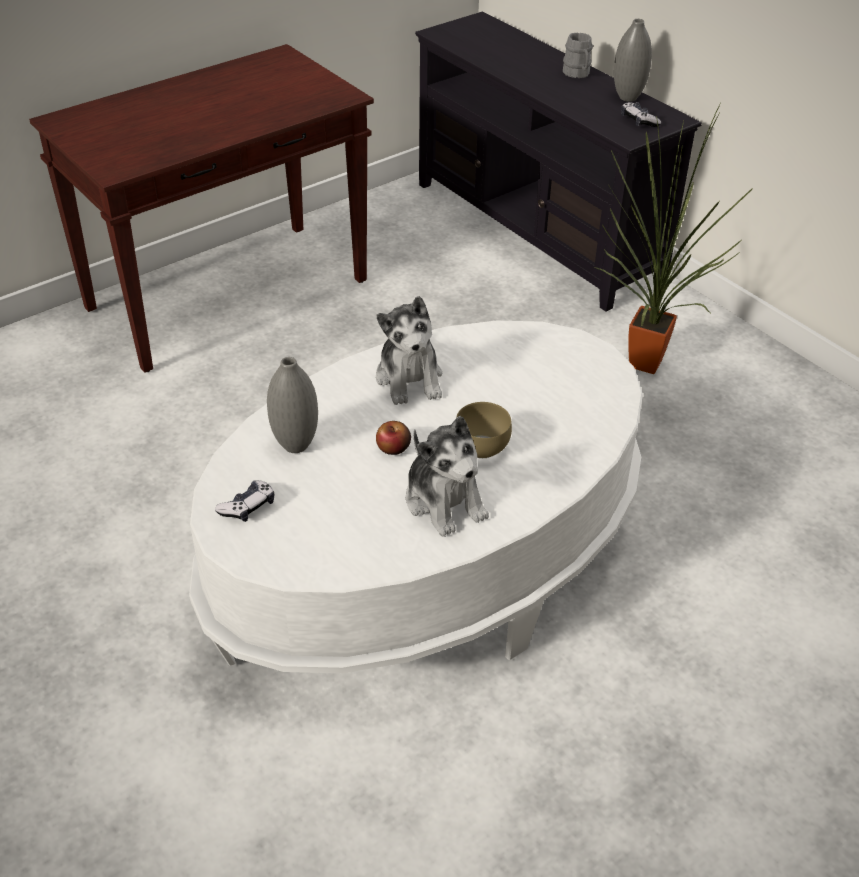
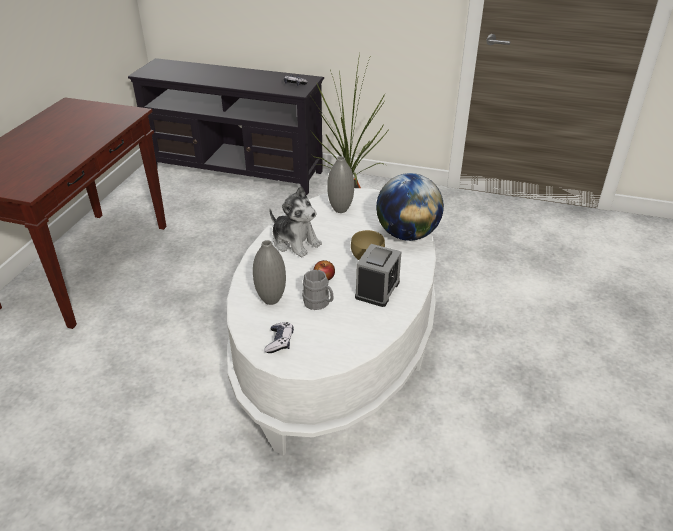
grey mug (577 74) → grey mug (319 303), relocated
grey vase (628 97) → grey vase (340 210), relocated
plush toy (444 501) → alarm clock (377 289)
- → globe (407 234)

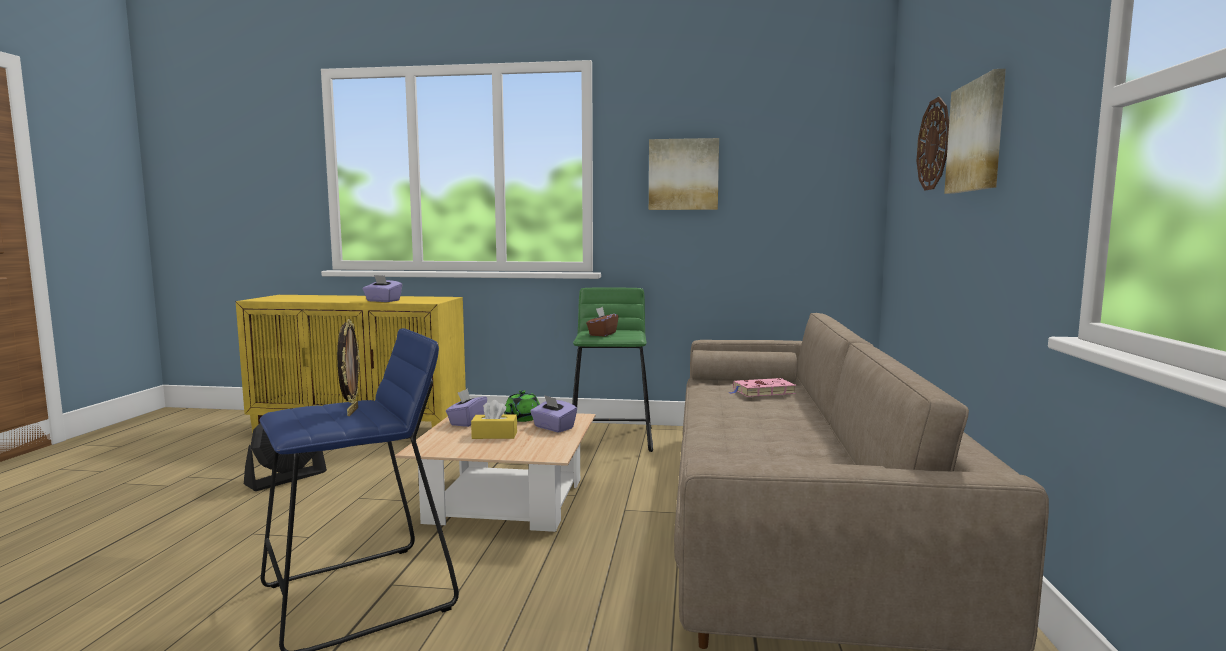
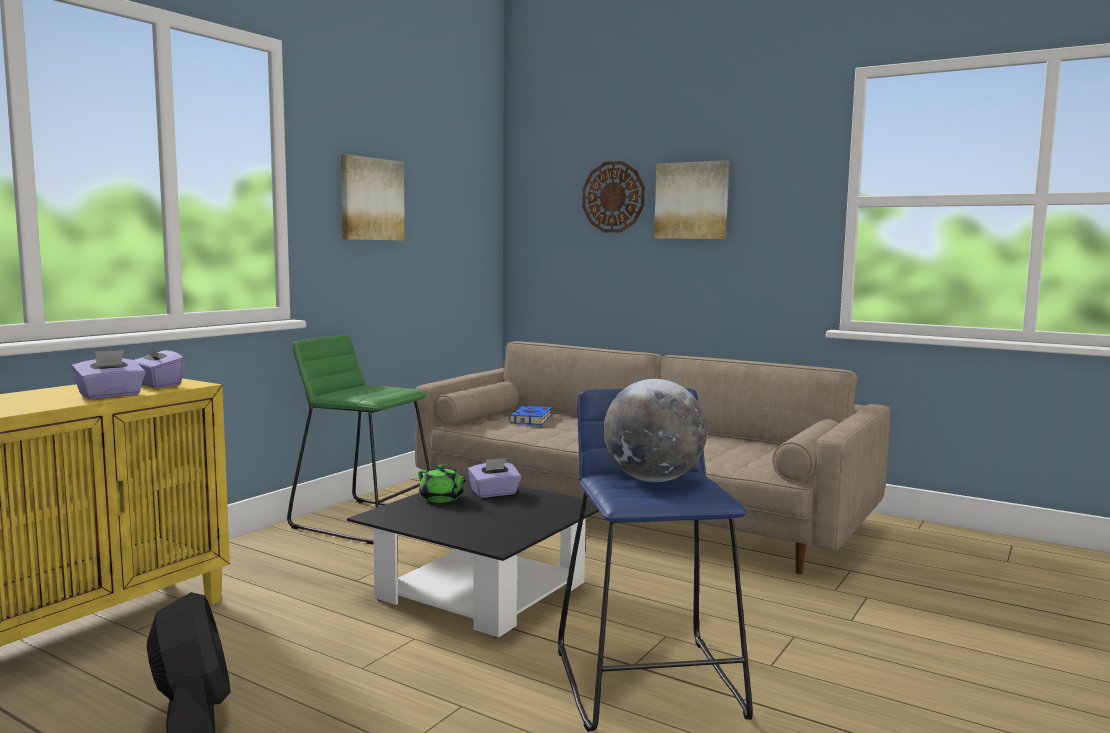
purple tissue box (467 422) → purple tissue box (157 385), relocated
beige coffee table (506 501) → black coffee table (482 591)
pink book (762 391) → blue book (531 419)
picture frame (351 411) → globe (653 480)
yellow tissue box (494 435) → -
brown tissue box (602 334) → -

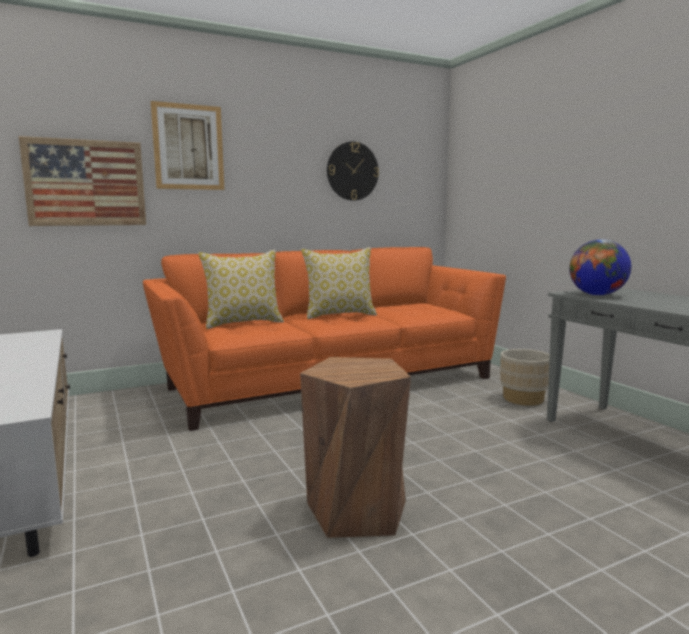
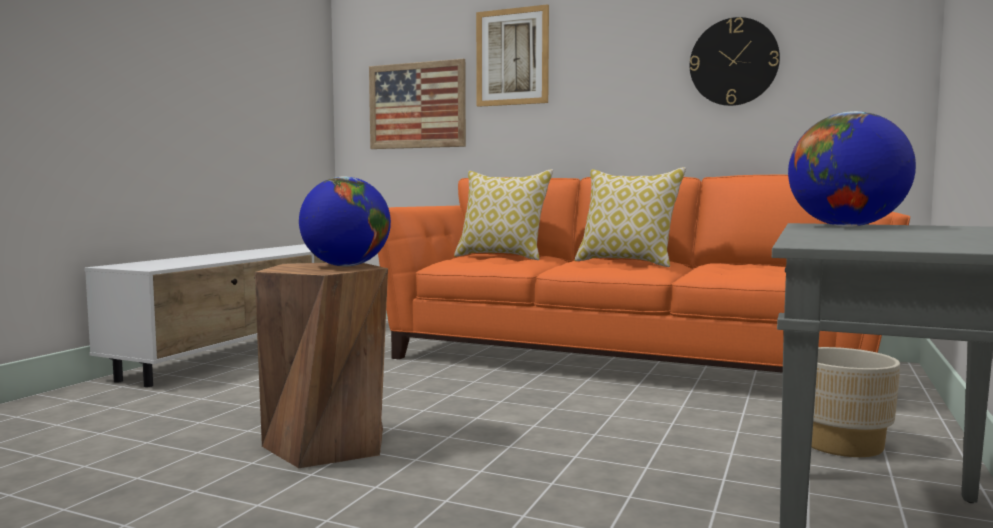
- → globe (346 266)

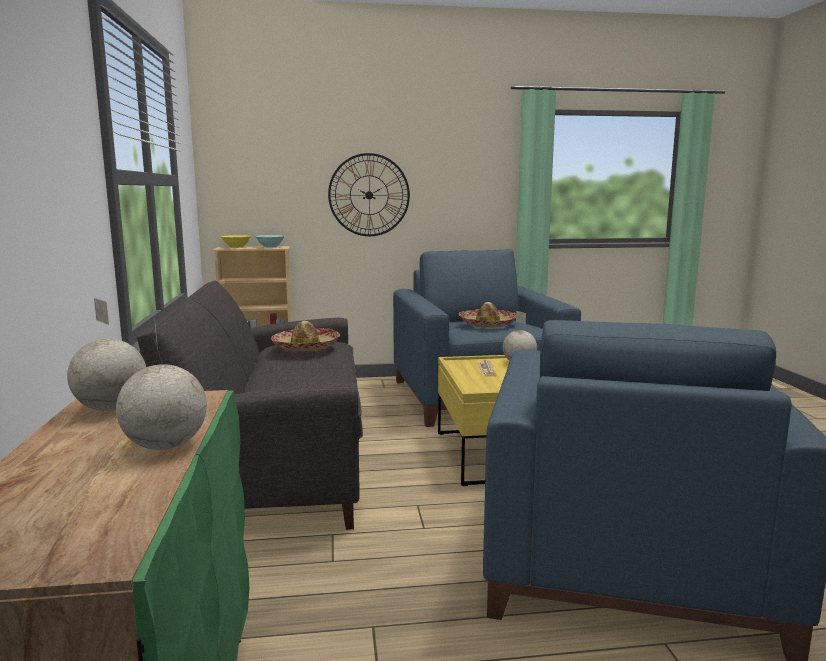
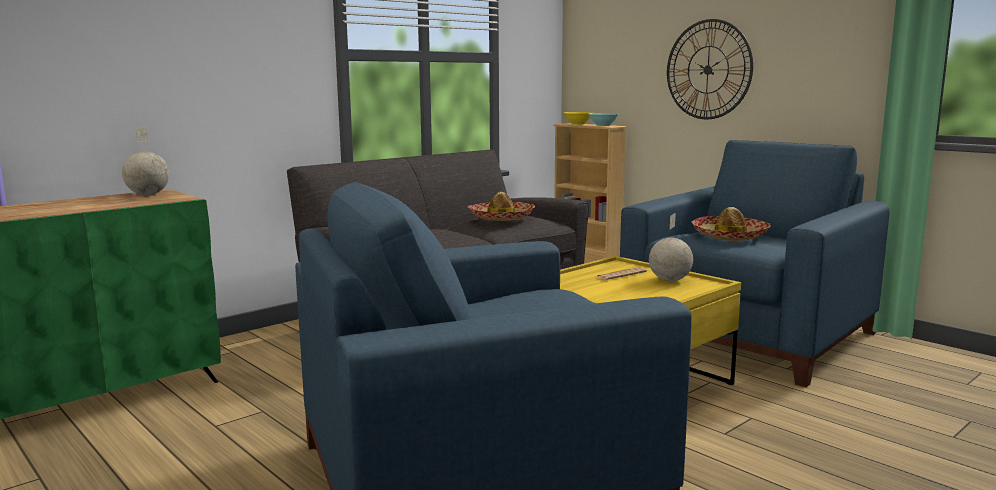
globe (165 447) → -

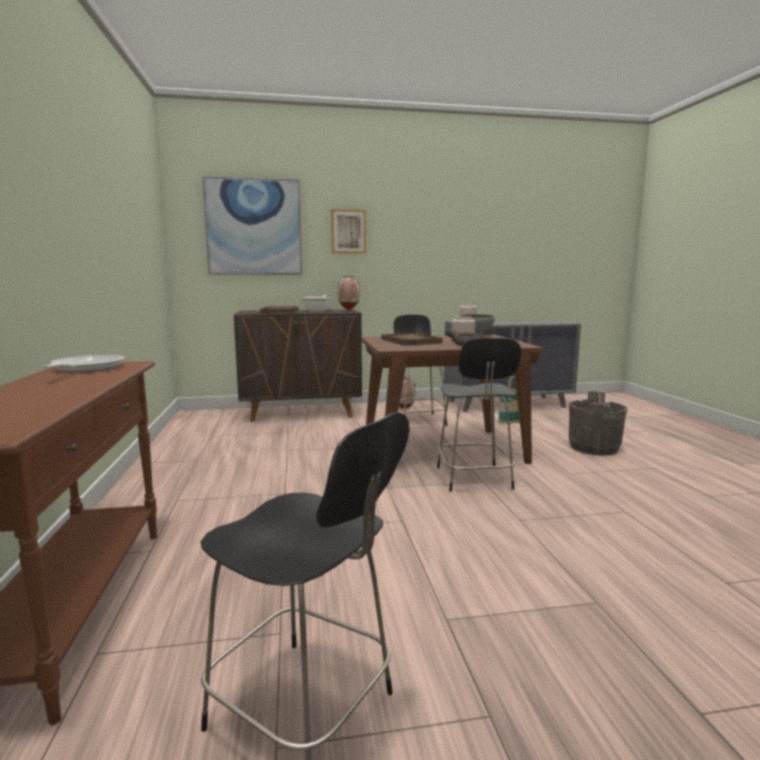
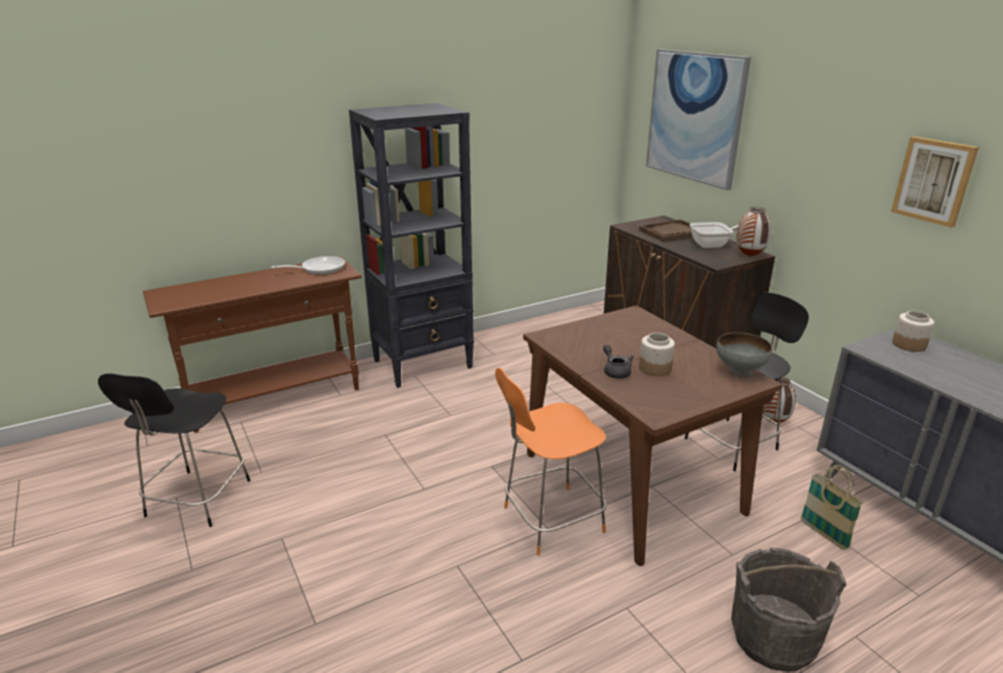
- → black bookcase (424 364)
black chair (474 479) → orange chair (549 520)
picture (348 231) → picture (934 181), relocated
brown tray (411 341) → -

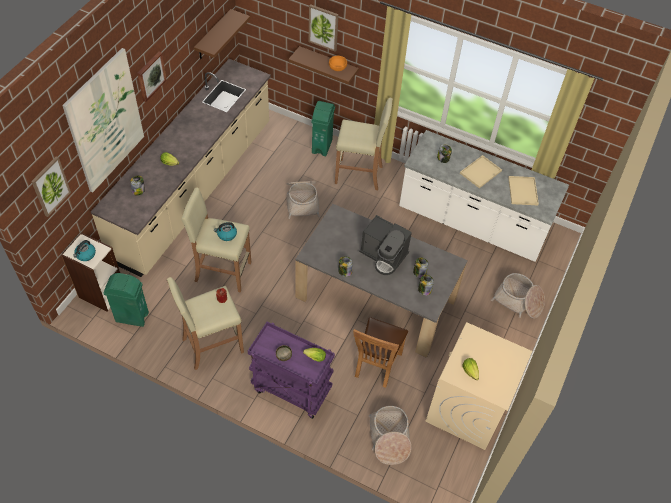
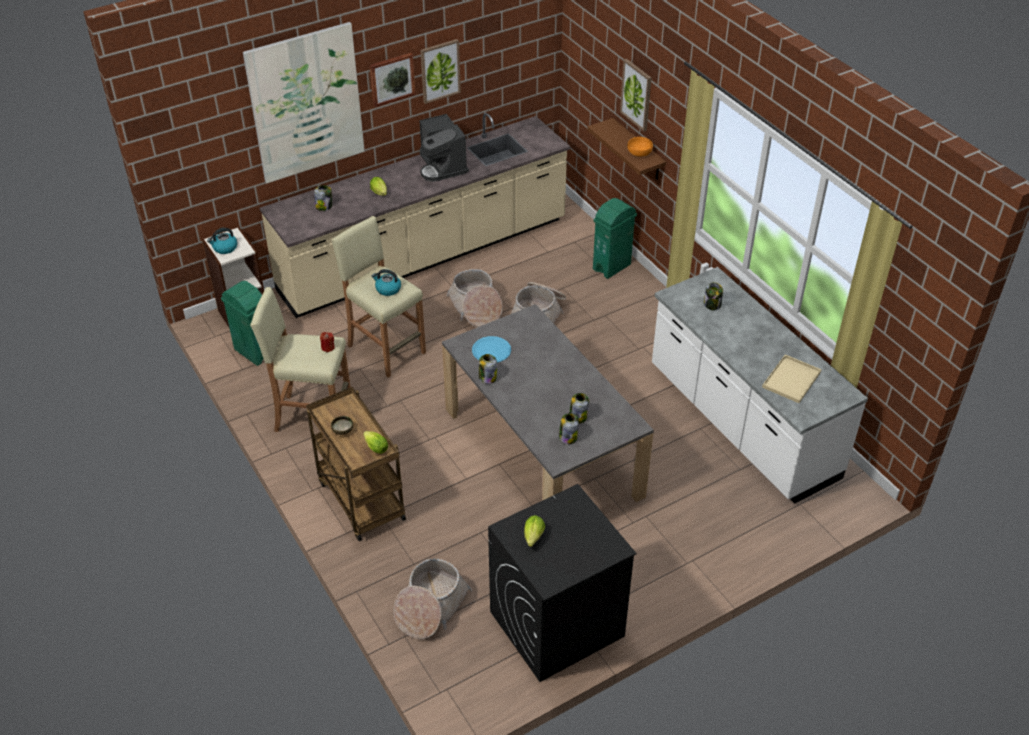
purple cart (290 389) → brown cart (360 500)
coffee machine (384 255) → coffee machine (442 166), relocated
picture (50 186) → picture (440 70), relocated
basket (518 301) → basket (476 307), relocated
- → blue plate (491 350)
beige washing machine (467 408) → black washing machine (556 624)
brown shelf (213 35) → -
beige stool (359 175) → -
brown chair (376 366) → -
beige tray (480 173) → -

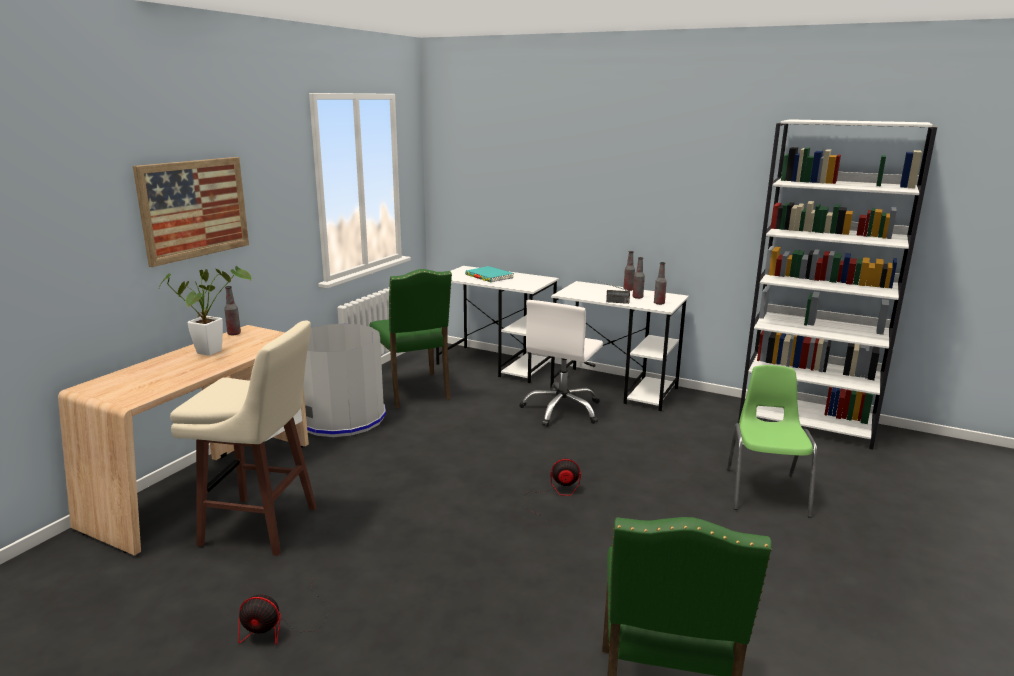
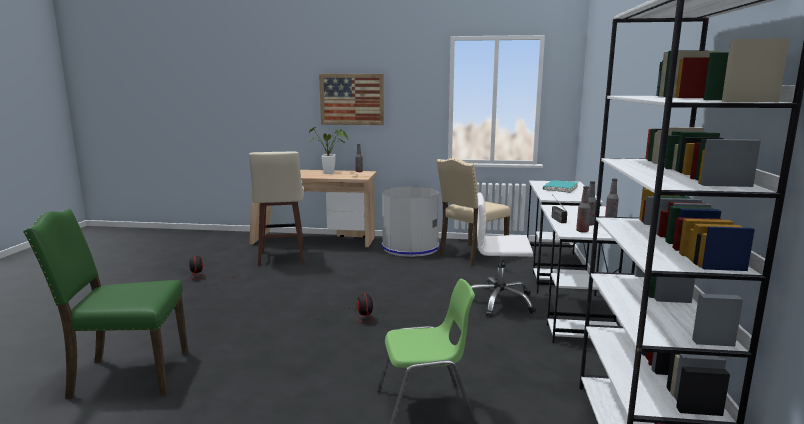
green chair (413 391) → beige chair (470 255)

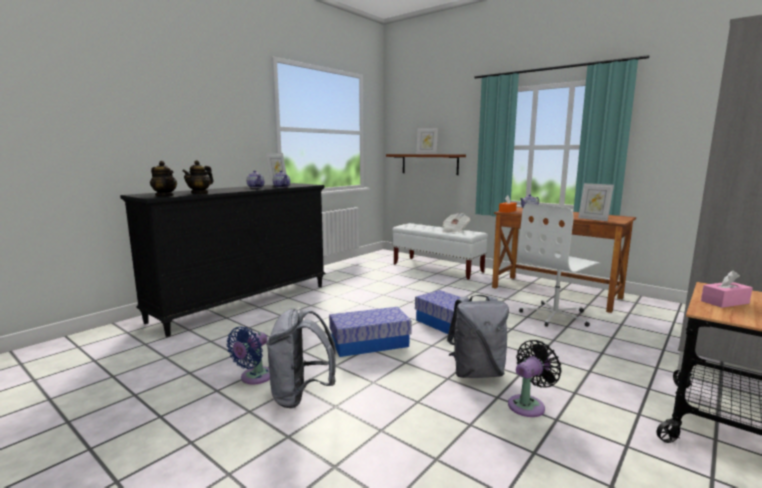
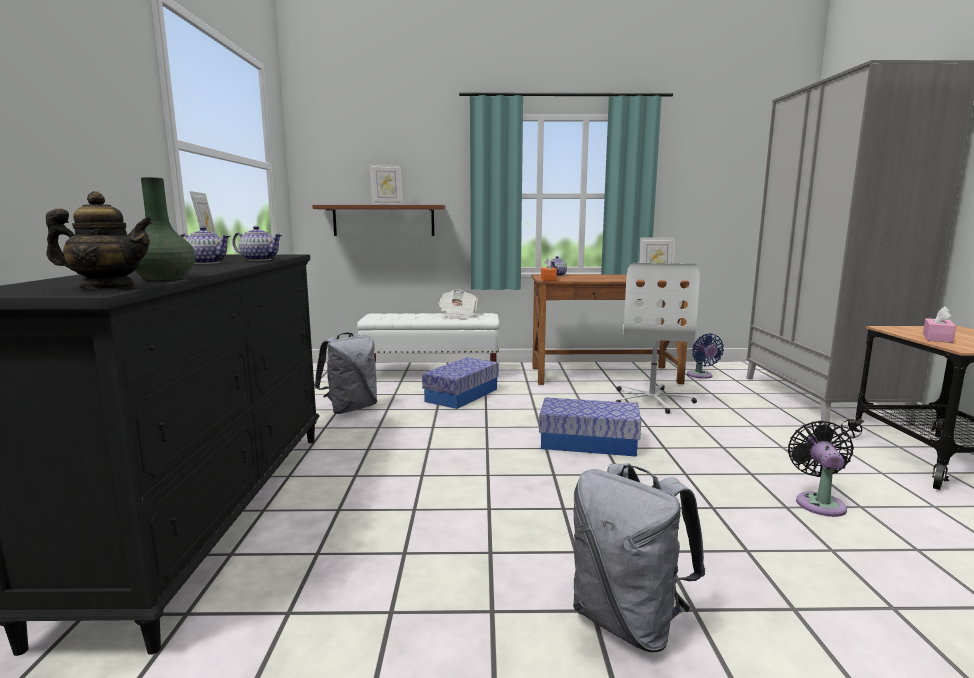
teapot (200 193) → green vase (165 278)
grey backpack (476 372) → grey backpack (350 408), relocated
storage box (369 343) → storage box (462 395), relocated
blue fan (254 378) → blue fan (701 376), relocated

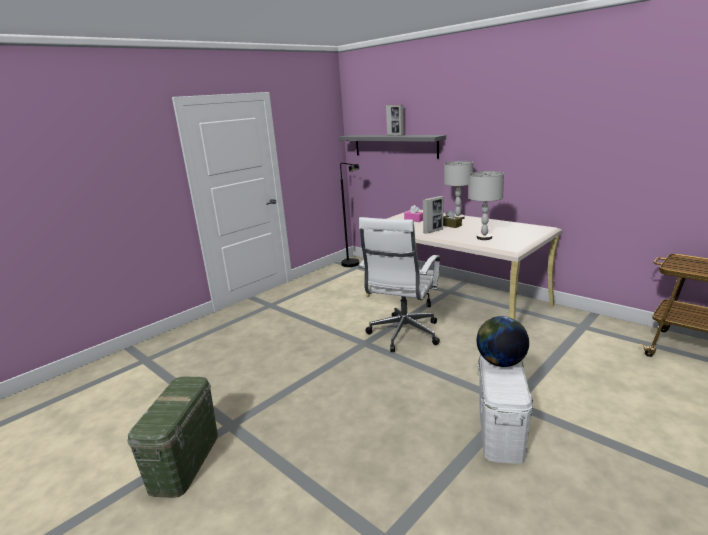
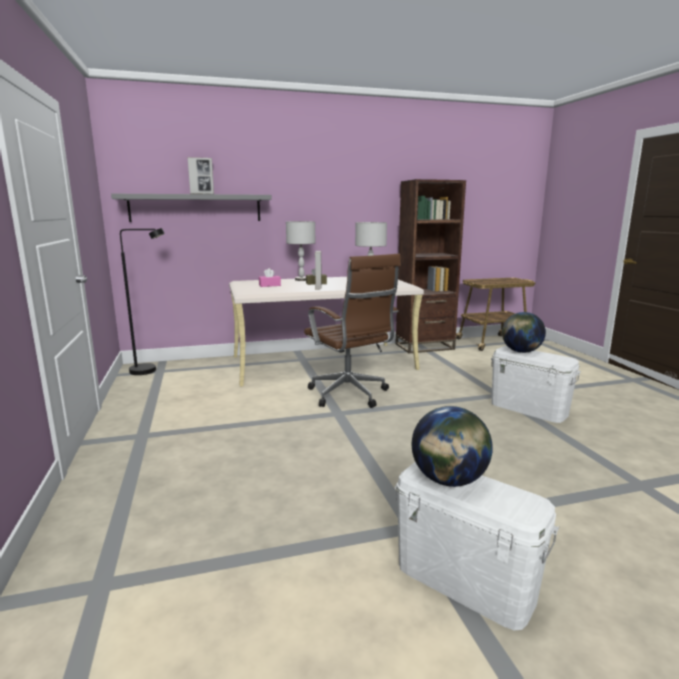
white office chair (403 335) → brown office chair (350 395)
- → brown bookcase (424 346)
green storage box (184 461) → white storage box (464 581)
- → globe (449 480)

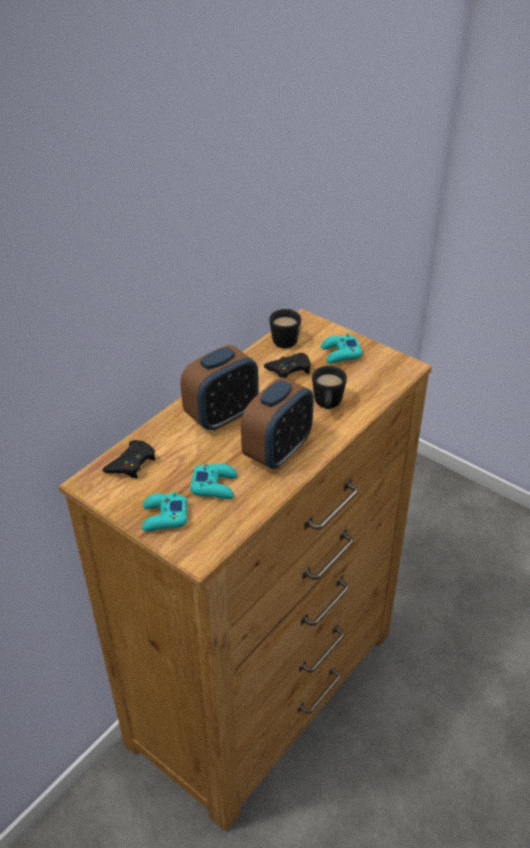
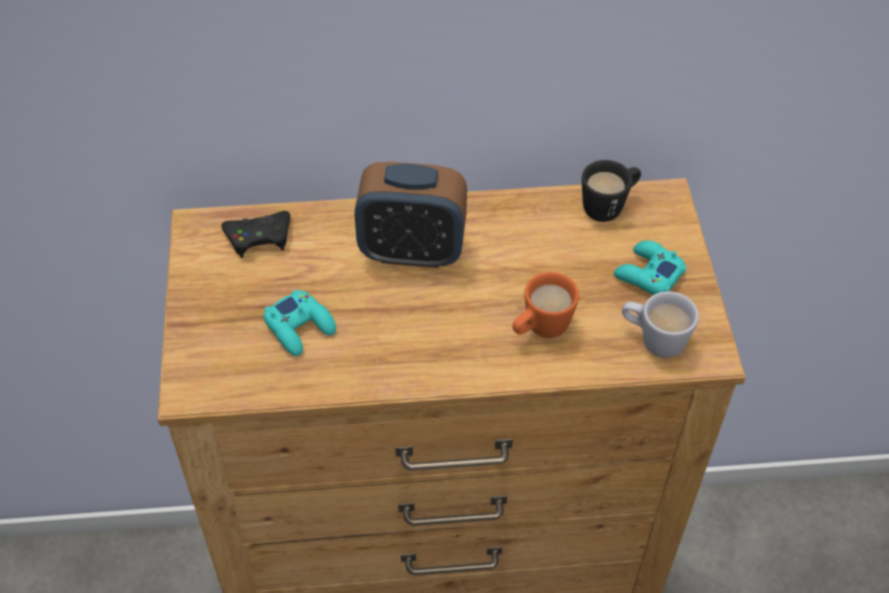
black mug (327 406) → orange mug (540 329)
- → white mug (653 340)
turquoise game controller (164 517) → -
alarm clock (278 451) → -
black game controller (289 369) → -

